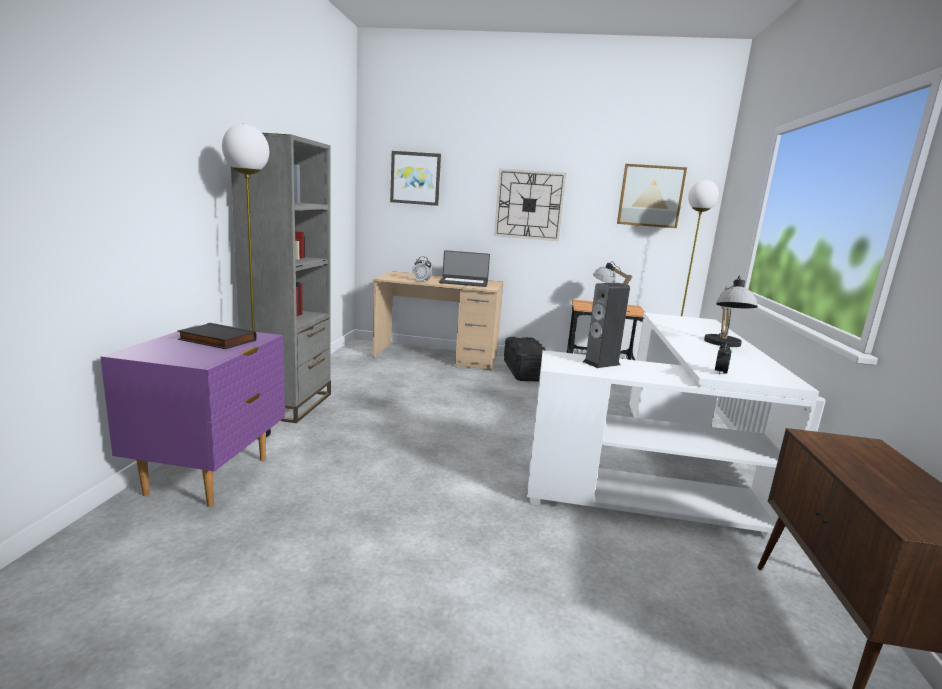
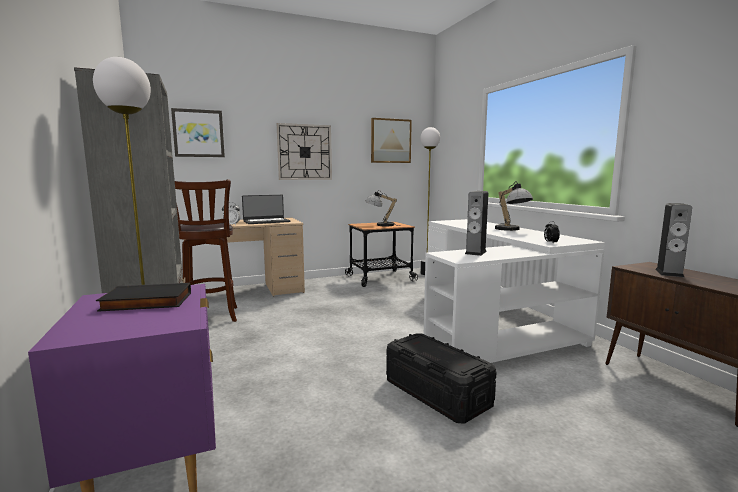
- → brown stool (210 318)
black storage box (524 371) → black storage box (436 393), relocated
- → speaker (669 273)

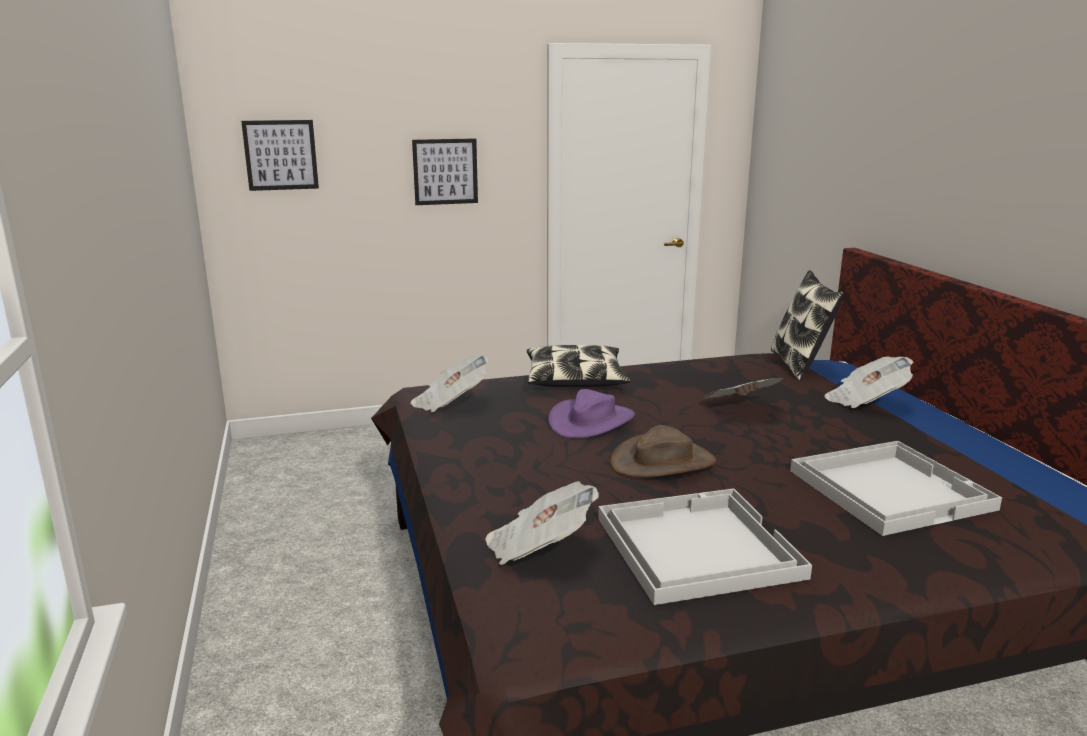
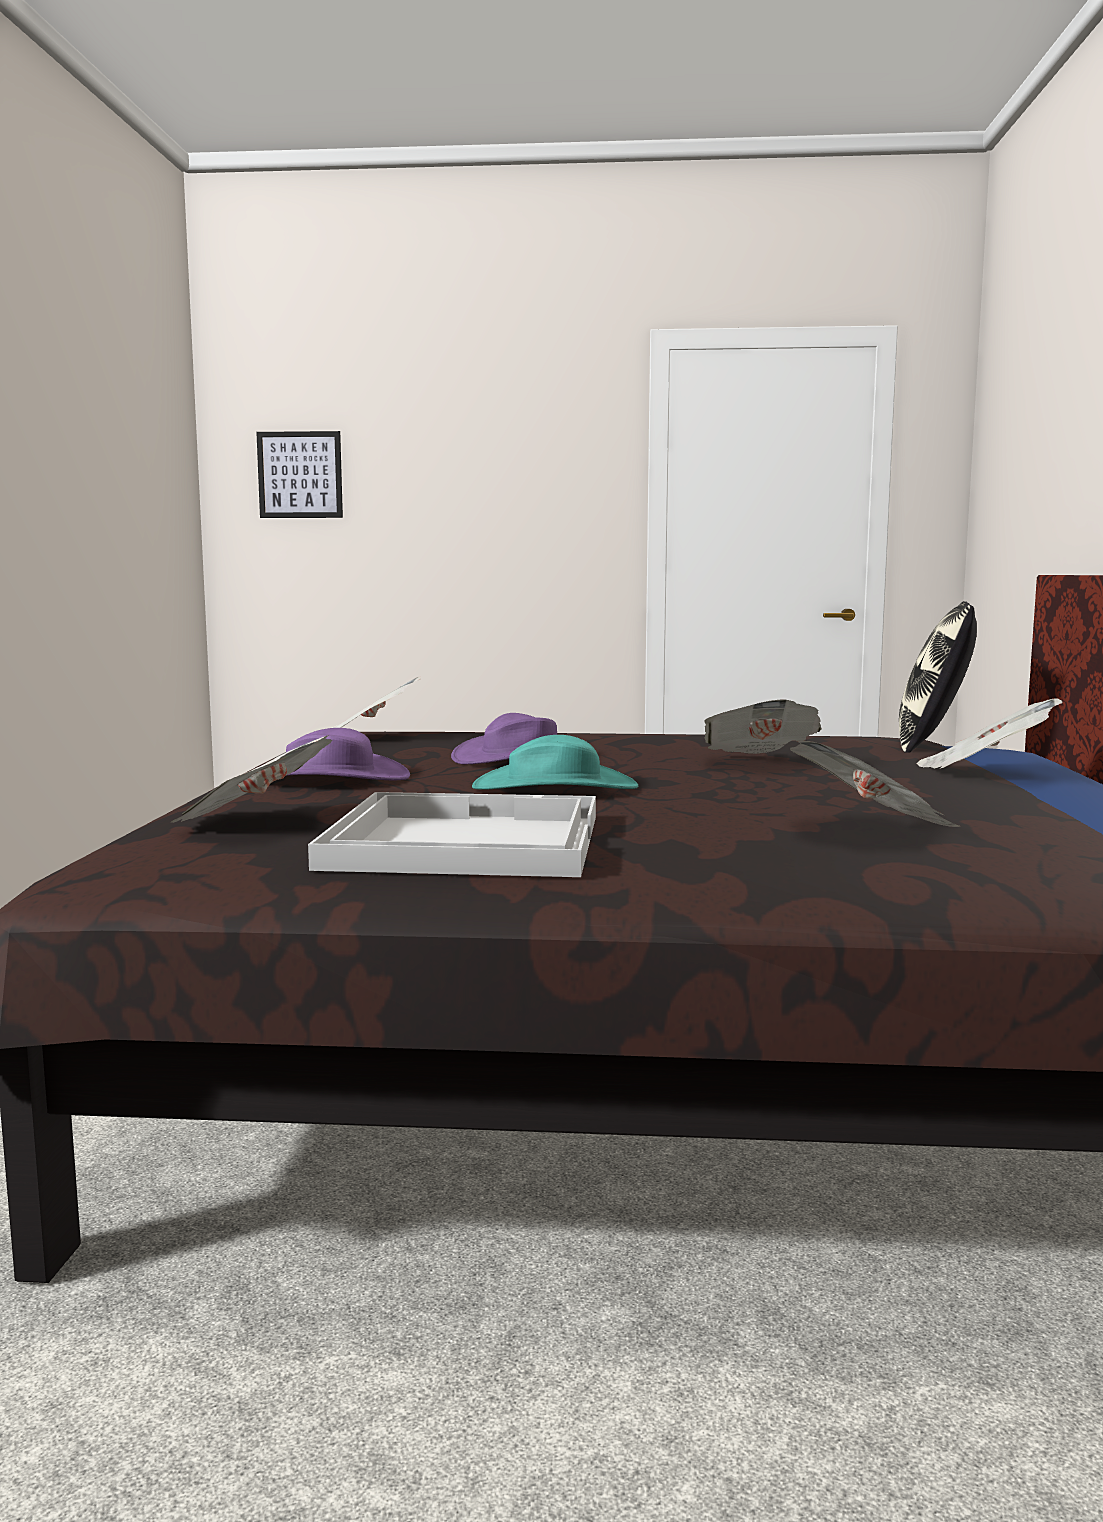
- → purple hat (330 777)
brown hat (662 462) → turquoise hat (555 787)
white tray (890 488) → newspaper (874 829)
picture (445 171) → -
pillow (575 379) → -

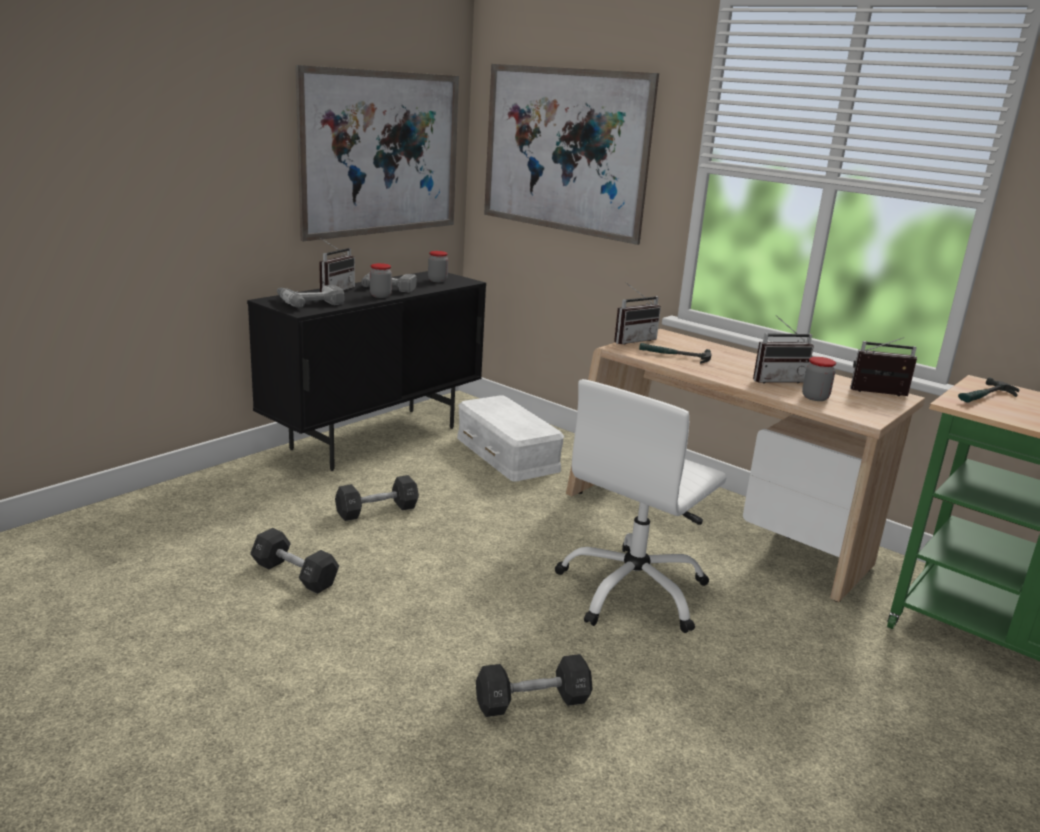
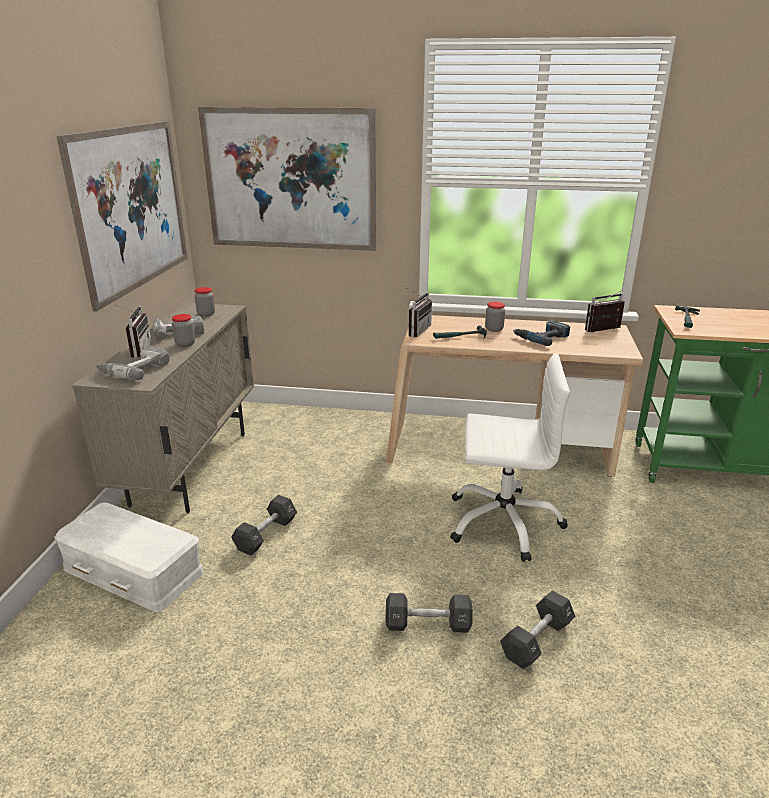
white storage box (508 453) → white storage box (134 570), relocated
black cabinet (375 438) → beige cabinet (191 467)
black dumbbell (295 574) → black dumbbell (428 624), relocated
white office chair (633 591) → white office chair (503 522), 90 degrees counterclockwise
jar (815 397) → jar (494 329), relocated
radio (777 380) → power drill (542 337)

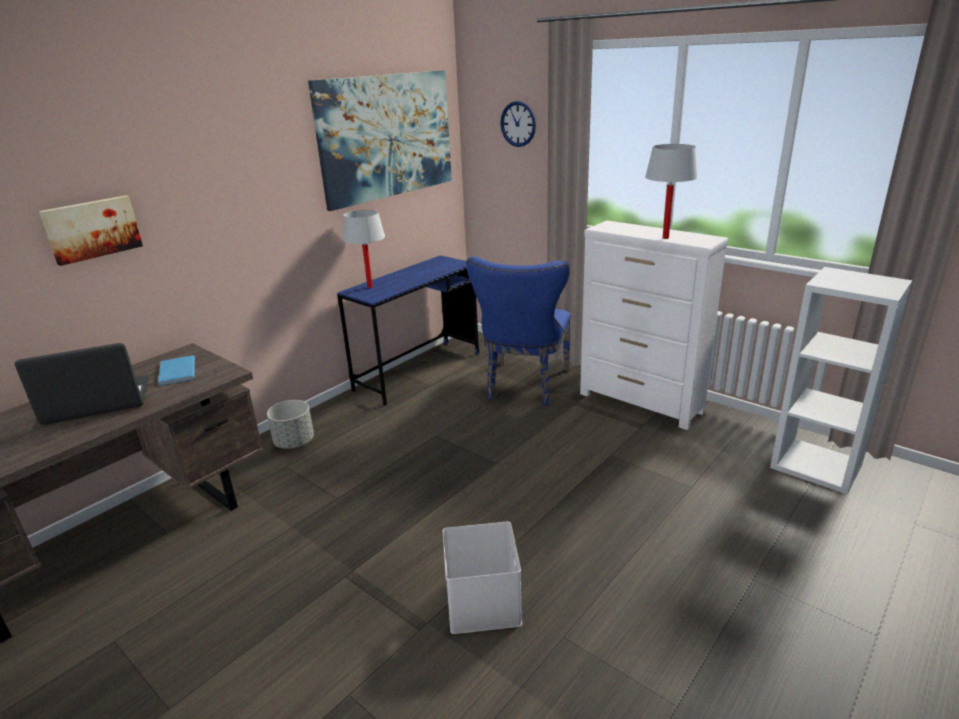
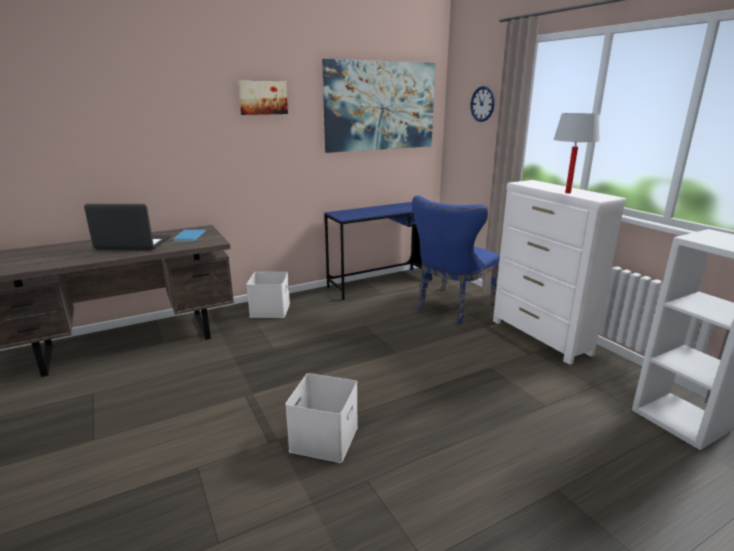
picture (92 229) → picture (263 97), relocated
grey planter (294 442) → white storage box (269 309)
white table lamp (370 287) → -

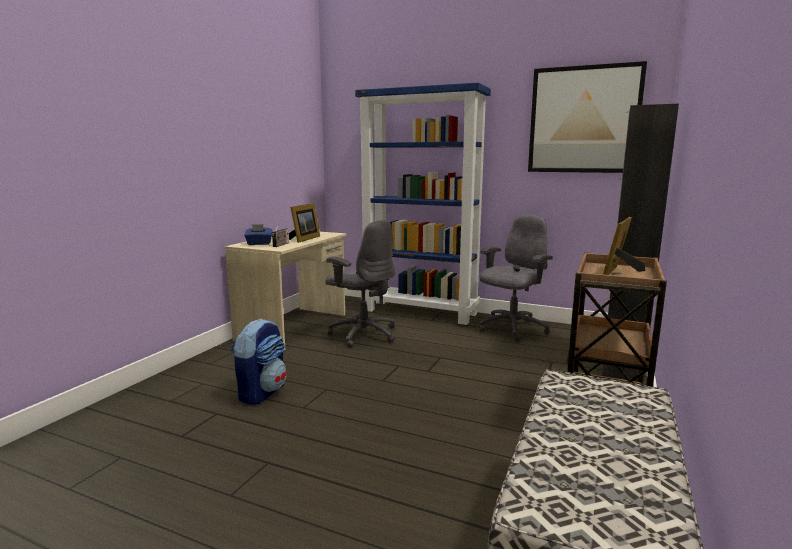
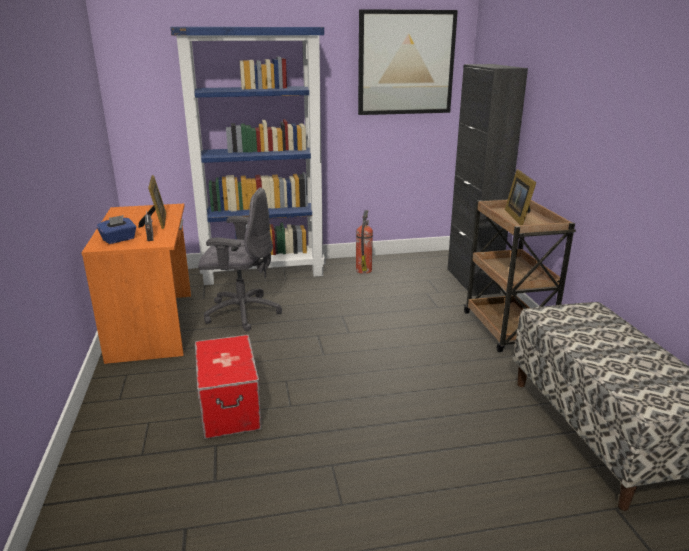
beige desk (294 327) → orange desk (154 325)
backpack (262 392) → storage box (229 407)
grey office chair (511 329) → fire extinguisher (364 270)

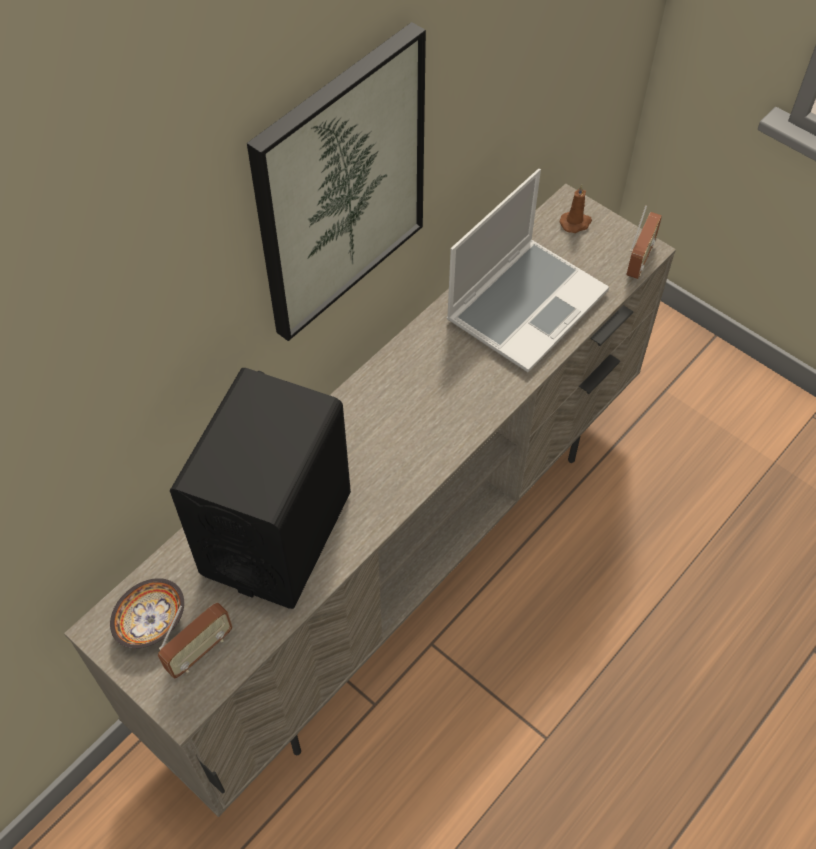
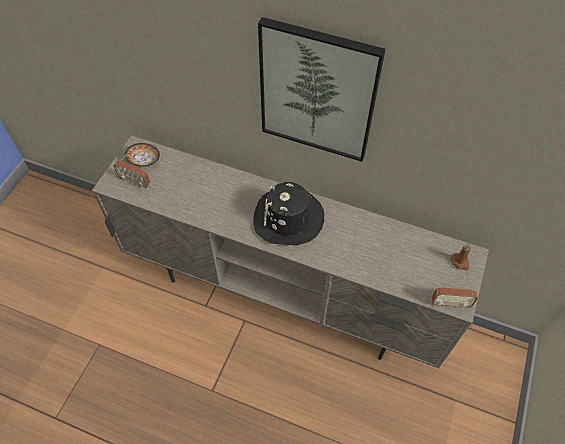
- → black hat (288 218)
black speaker (277 533) → -
laptop (526 304) → -

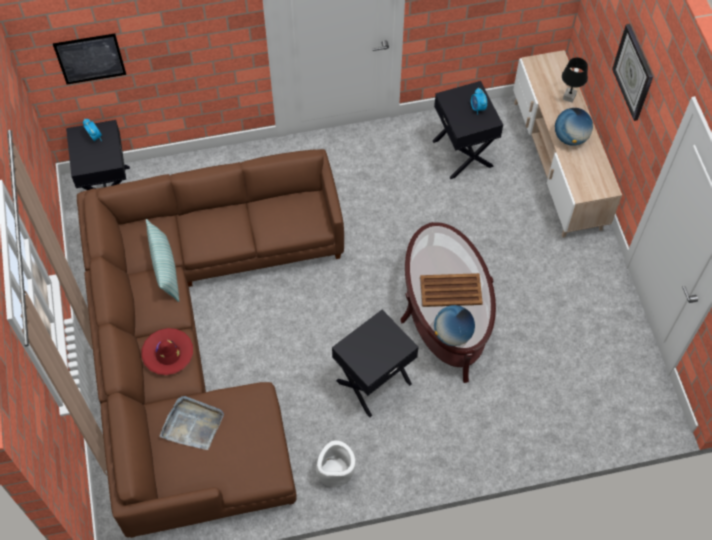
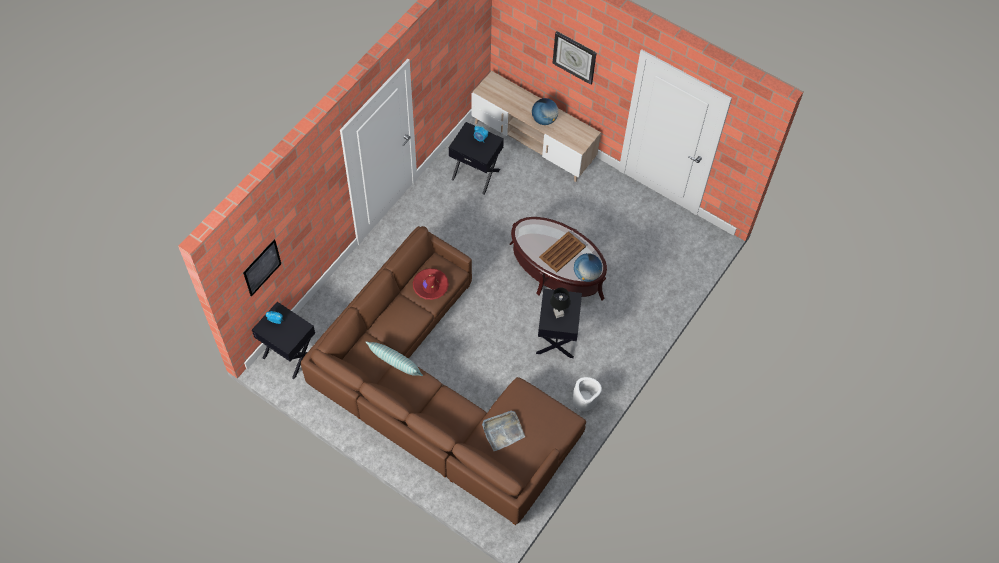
red hat (168 354) → red hat (430 286), relocated
black table lamp (569 97) → black table lamp (558 313), relocated

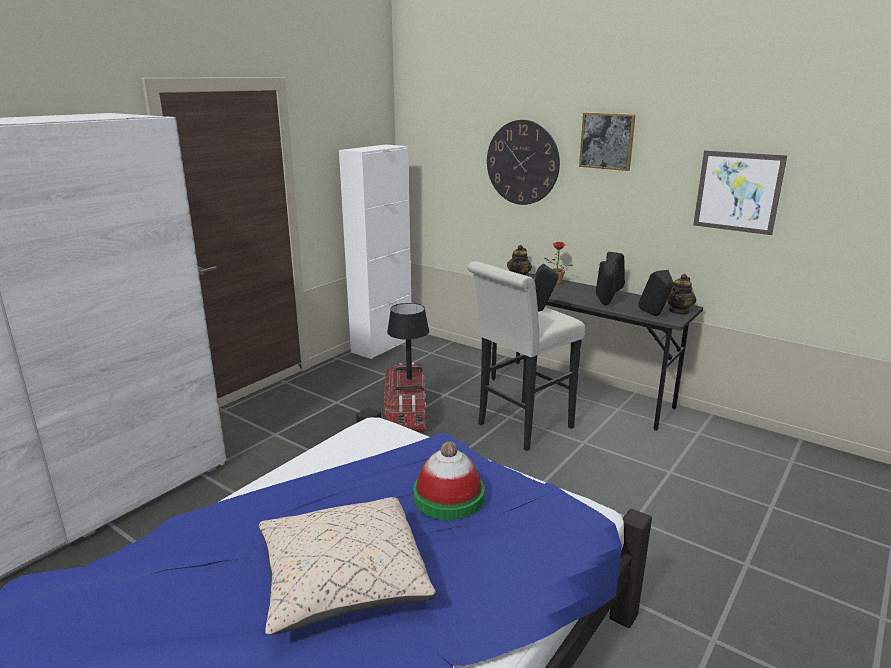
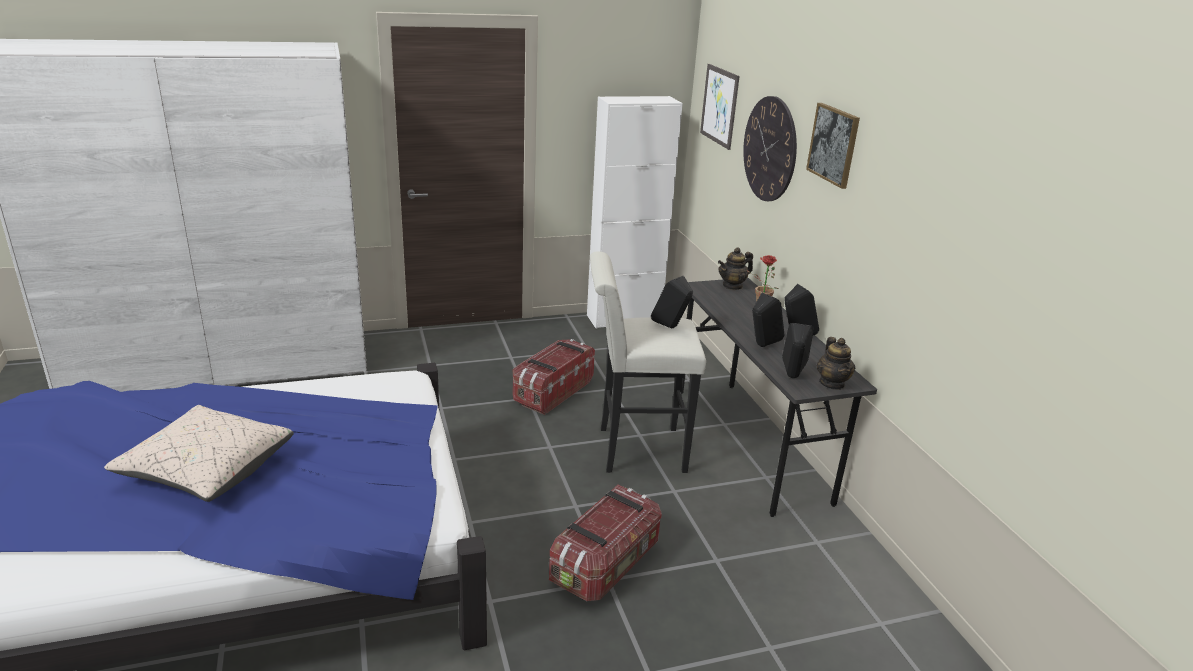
- → storage box (606 564)
picture (738 192) → picture (719 106), relocated
teapot (679 311) → teapot (832 383), 75 degrees counterclockwise
black table lamp (409 378) → -
hat (448 497) → -

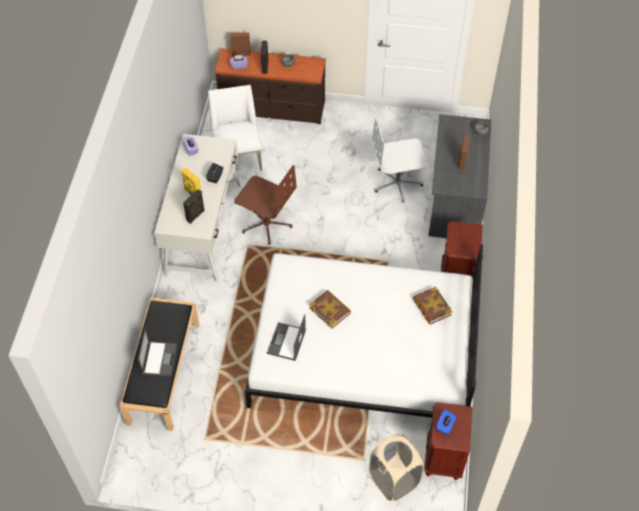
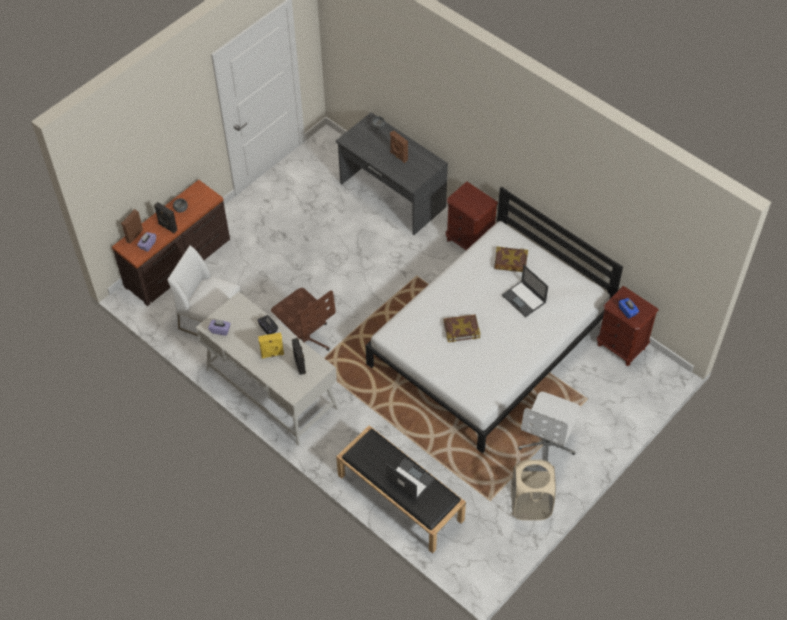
brown office chair (266 223) → brown office chair (305 339), 75 degrees clockwise
laptop (286 342) → laptop (524 299), relocated
beige laundry basket (393 480) → beige laundry basket (530 504), relocated
white office chair (397 183) → white office chair (547 443), relocated

